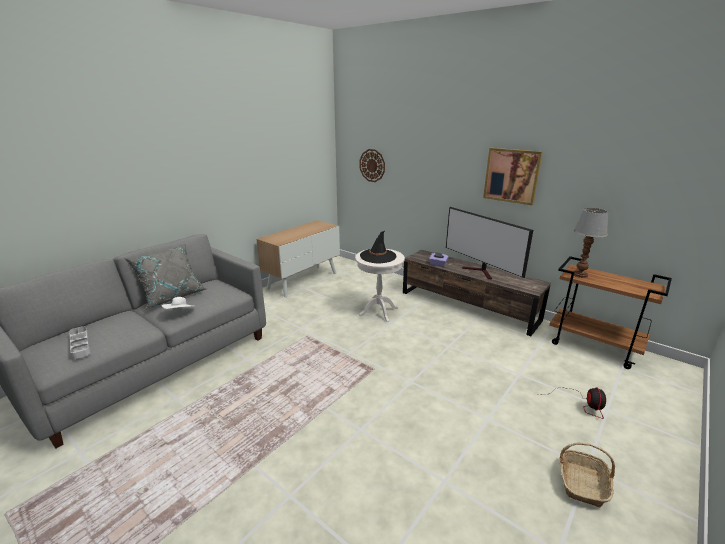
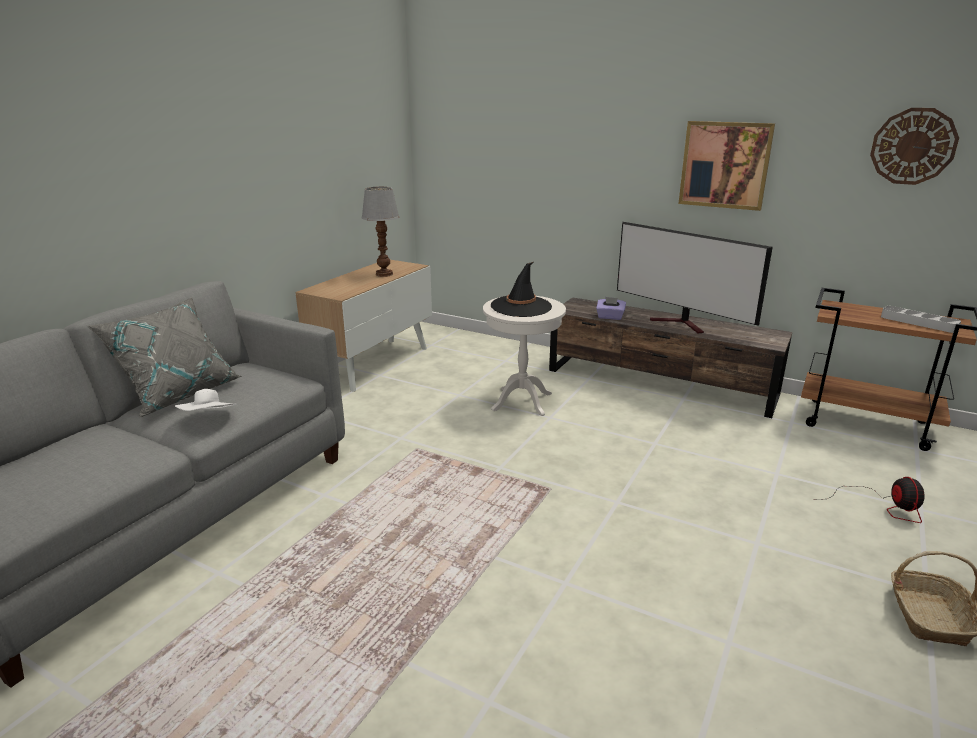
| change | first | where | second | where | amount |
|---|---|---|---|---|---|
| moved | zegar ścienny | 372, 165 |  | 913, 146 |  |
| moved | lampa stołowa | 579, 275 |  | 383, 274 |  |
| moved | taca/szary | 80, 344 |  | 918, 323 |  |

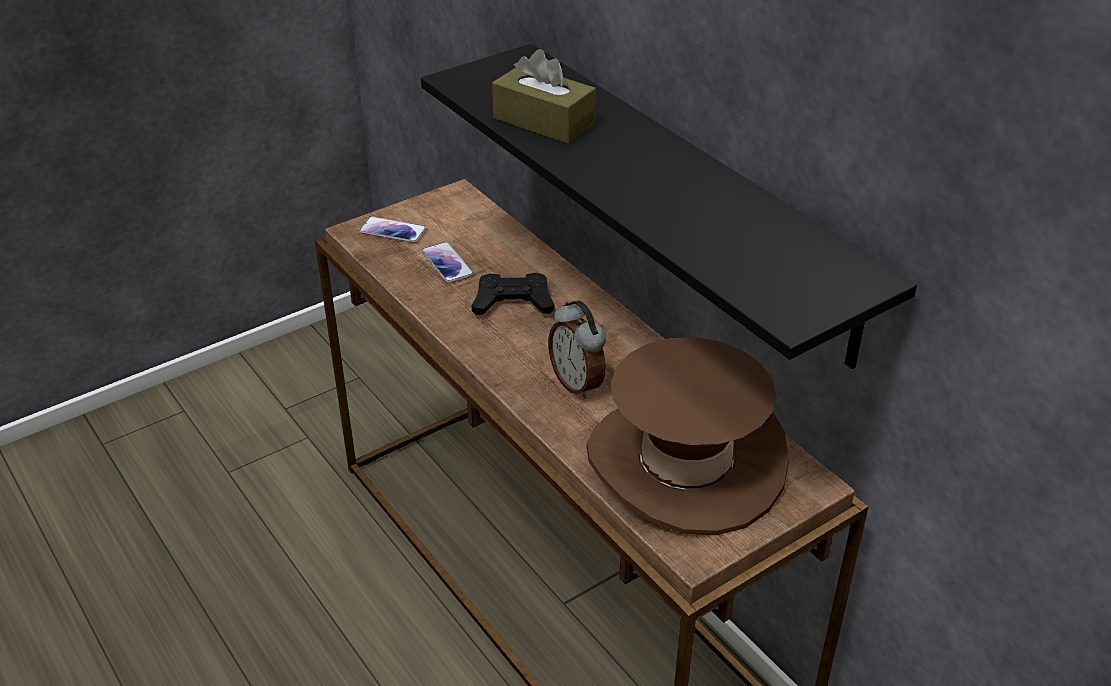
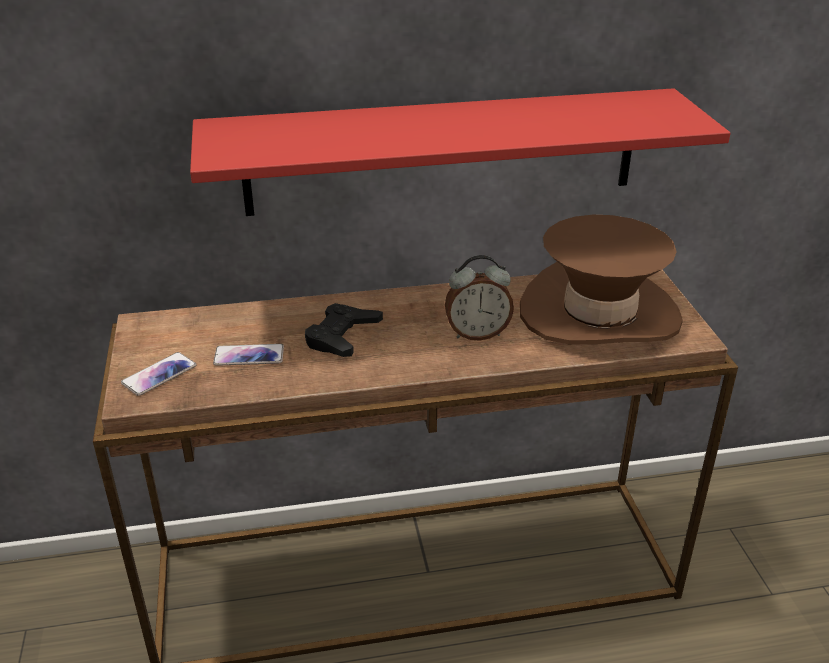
| change | first | where | second | where | amount |
|---|---|---|---|---|---|
| recoloured | półka/czarny | 691, 198 | półka/czerwony | 442, 152 |  |
| removed | pudełko chusteczek/brązowy | 544, 121 |  |  |  |

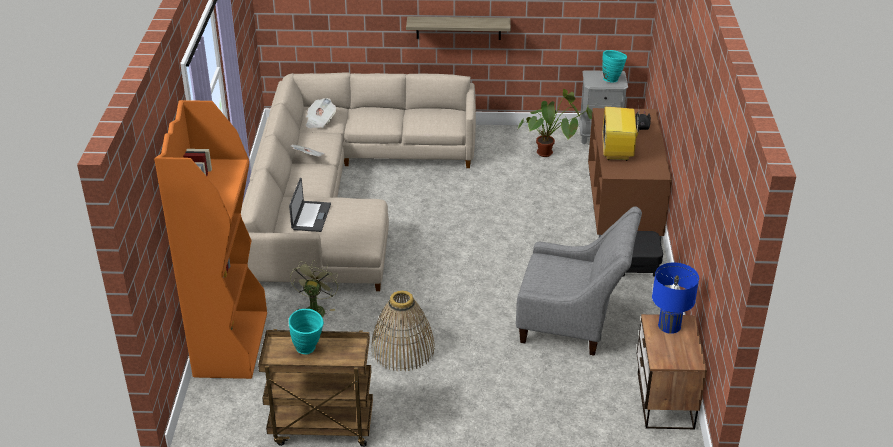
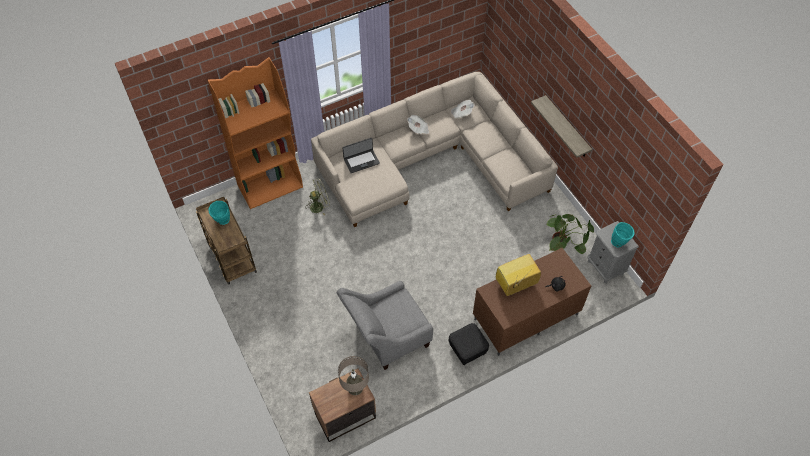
| change | first | where | second | where | amount |
|---|---|---|---|---|---|
| turned | fotel/szary | 573, 323 |  | 386, 338 | 75 degrees clockwise |
| recoloured | lampa stołowa/niebieski | 669, 326 | lampa stołowa/beżowy | 355, 387 |  |
| removed | koszyk | 403, 349 |  |  |  |

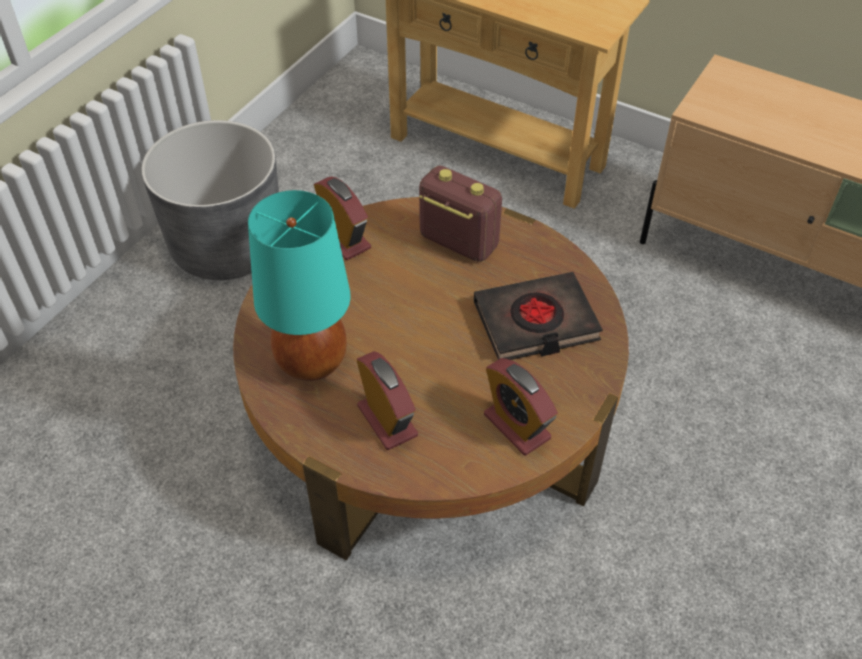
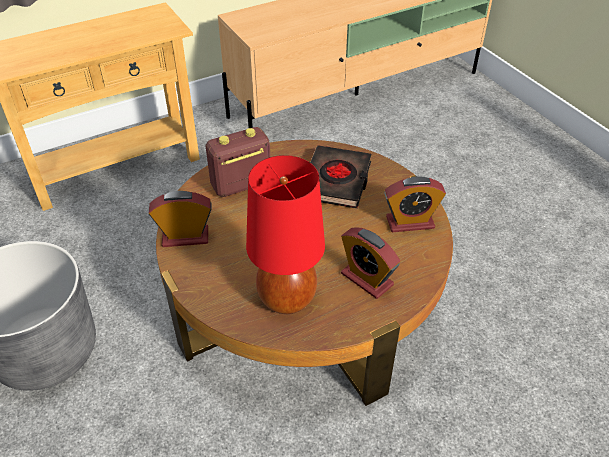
| change | first | where | second | where | amount |
|---|---|---|---|---|---|
| recoloured | lampa stołowa/turkusowy | 311, 361 | lampa stołowa/czerwony | 286, 298 |  |
| turned | budzik | 387, 421 |  | 367, 279 | 135 degrees counterclockwise |

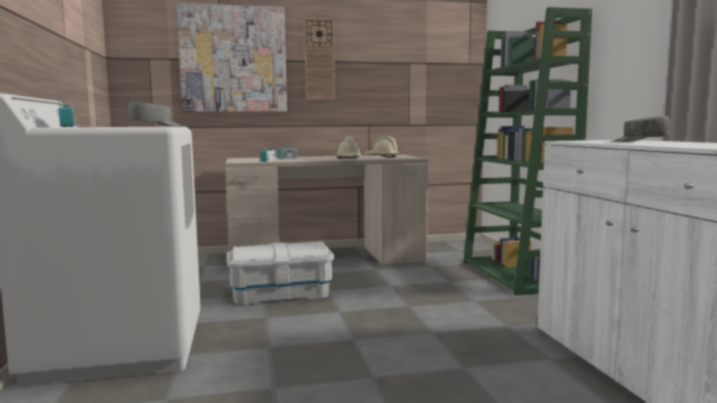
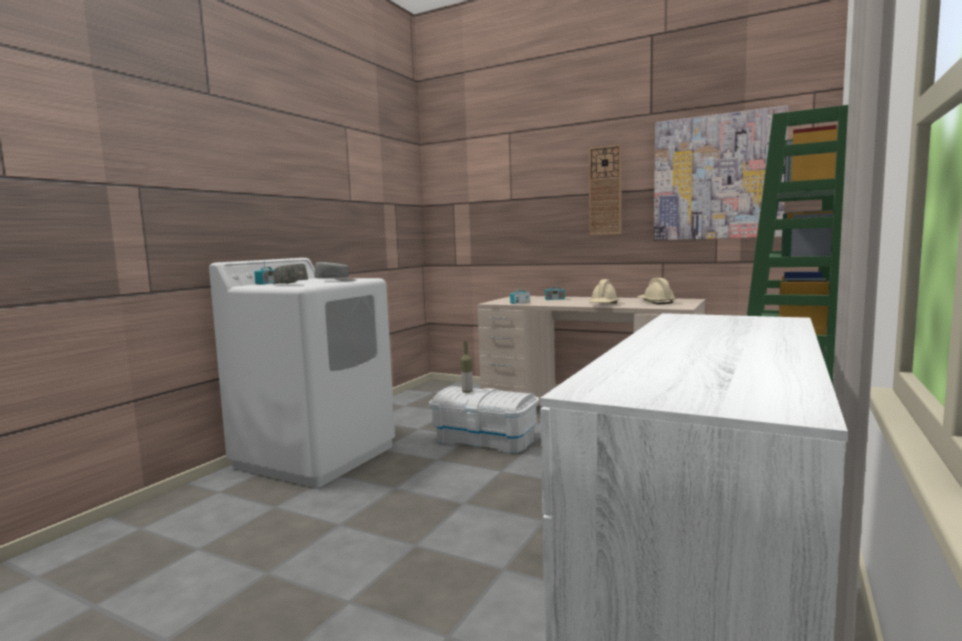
| change | first | where | second | where | amount |
|---|---|---|---|---|---|
| moved | obraz | 233, 59 |  | 717, 177 |  |
| moved | czapka z daszkiem/szary | 641, 141 |  | 289, 284 |  |
| added |  |  | butelka | 467, 391 |  |

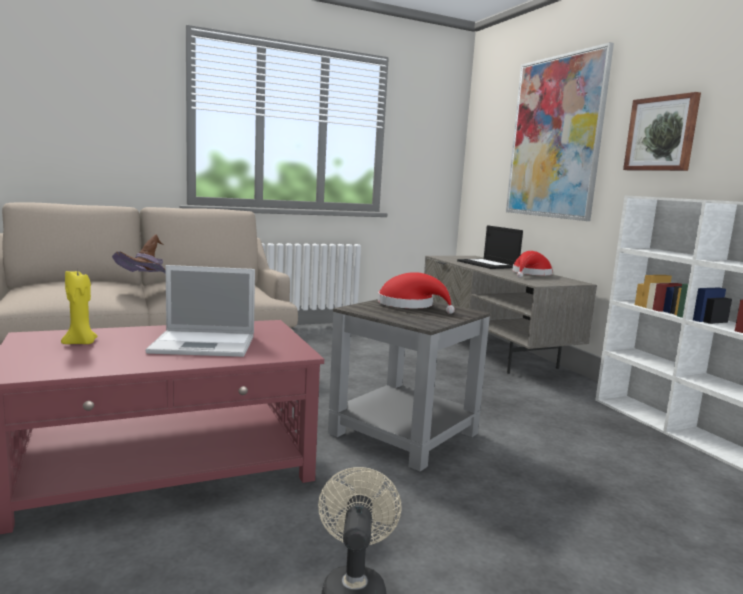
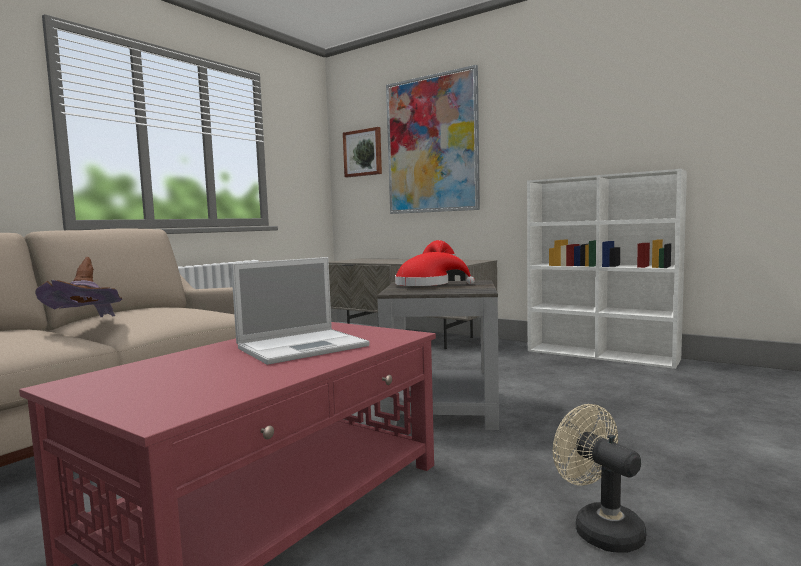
| change | first | where | second | where | amount |
|---|---|---|---|---|---|
| moved | obraz | 661, 134 |  | 363, 153 |  |
| removed | laptop | 488, 264 |  |  |  |
| removed | świeca/żółty | 81, 343 |  |  |  |

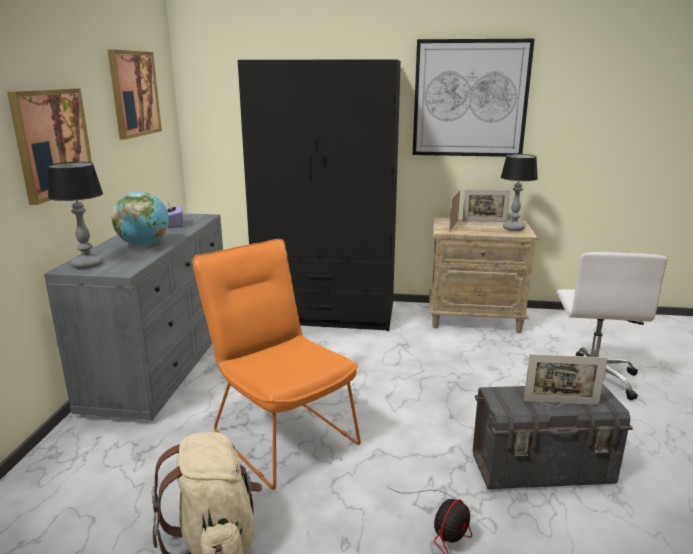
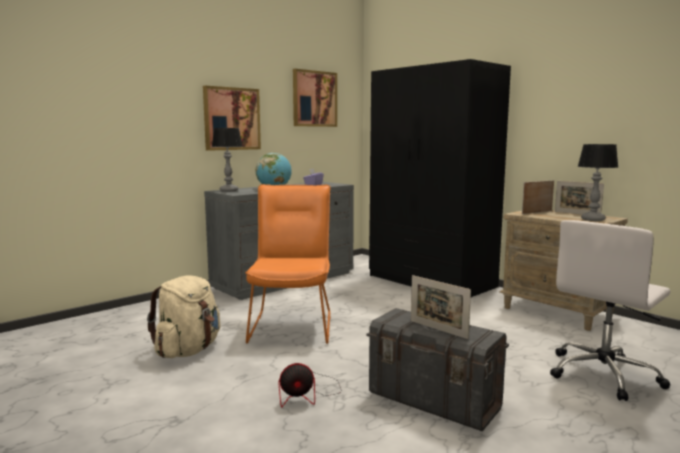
| change | first | where | second | where | amount |
|---|---|---|---|---|---|
| removed | obraz | 470, 99 |  |  |  |

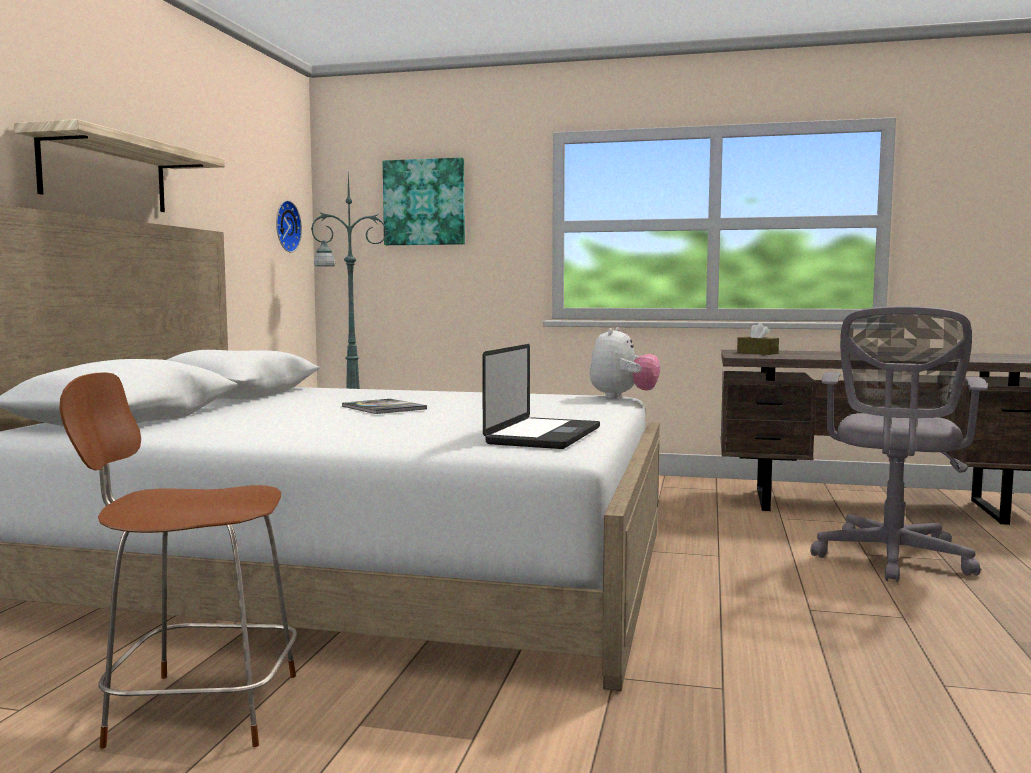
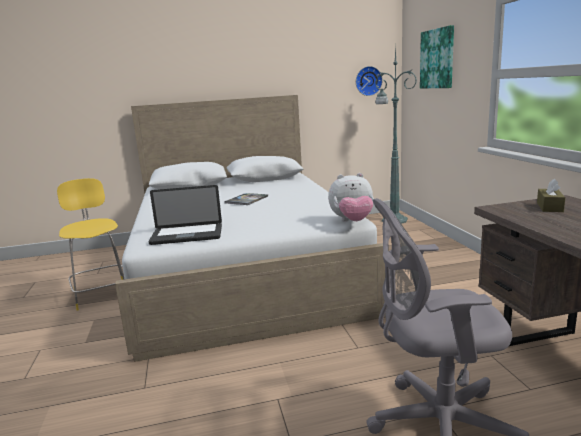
| change | first | where | second | where | amount |
|---|---|---|---|---|---|
| removed | półka | 105, 174 |  |  |  |
| recoloured | krzesło/brązowy | 198, 709 | krzesło/żółty | 101, 293 |  |

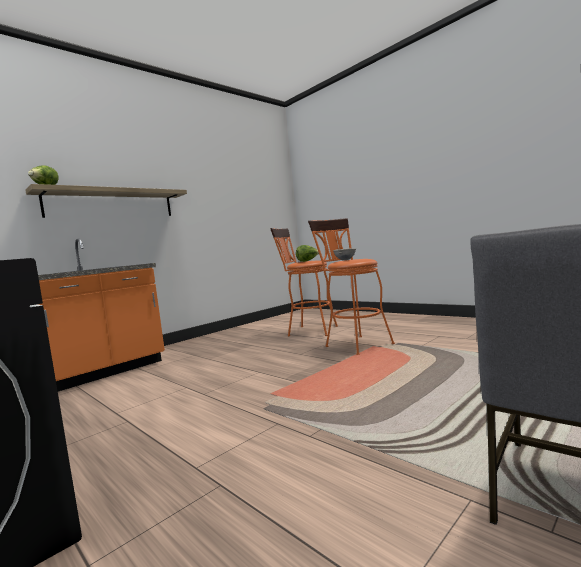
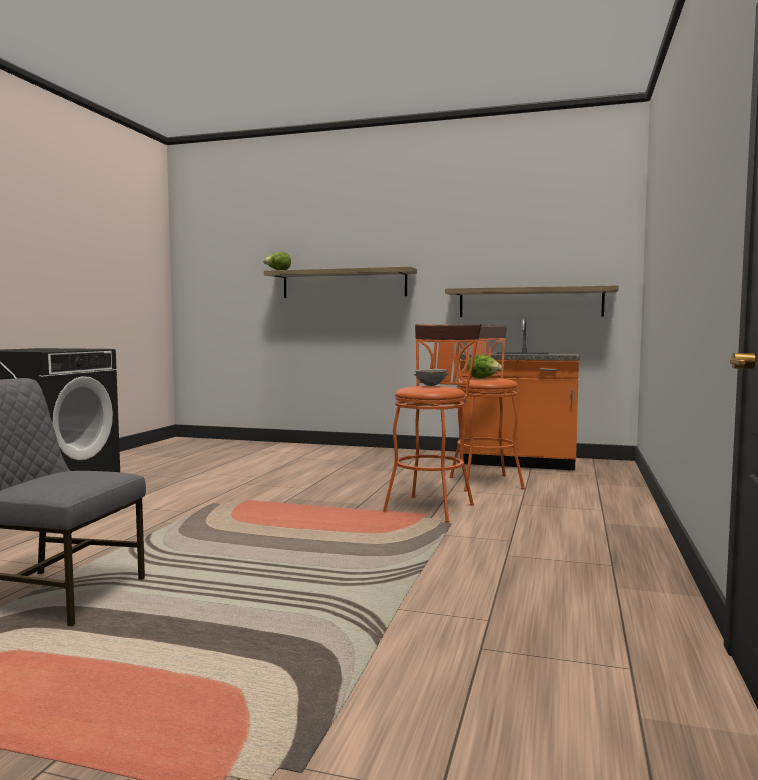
| change | first | where | second | where | amount |
|---|---|---|---|---|---|
| moved | zabudowa kuchenna/pomarańczowy | 103, 372 |  | 518, 462 |  |
| added |  |  | półka | 530, 302 |  |

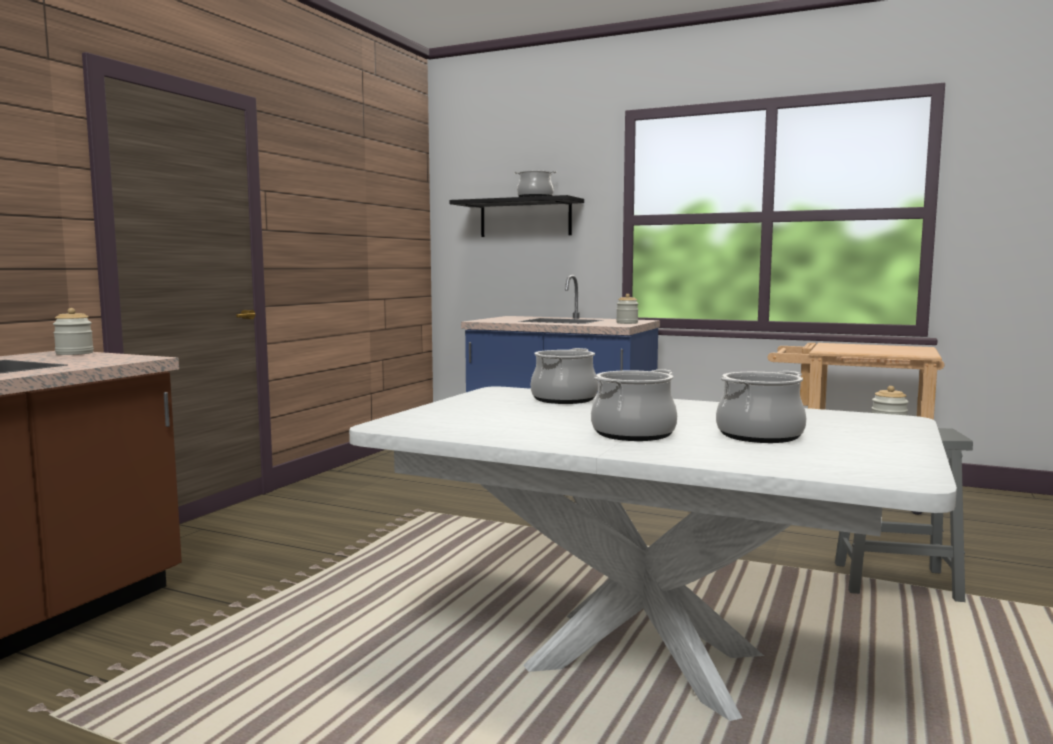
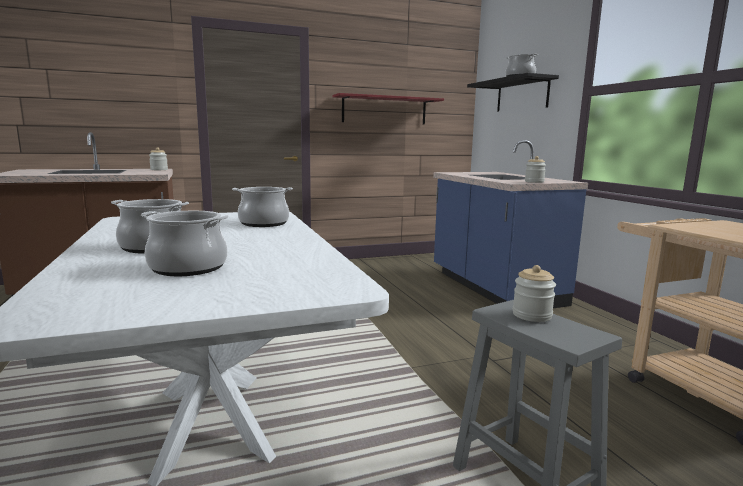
| change | first | where | second | where | amount |
|---|---|---|---|---|---|
| added |  |  | półka/czerwony | 384, 110 |  |

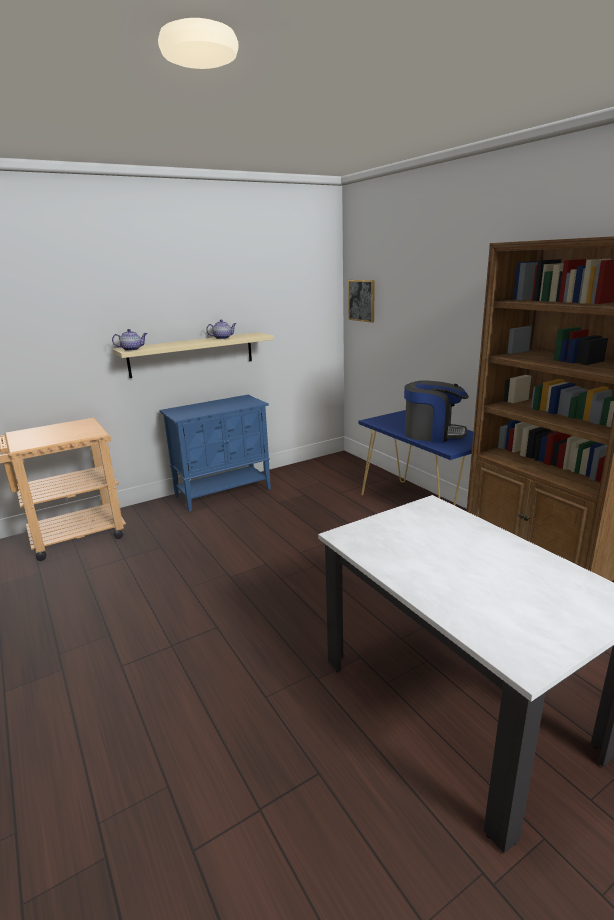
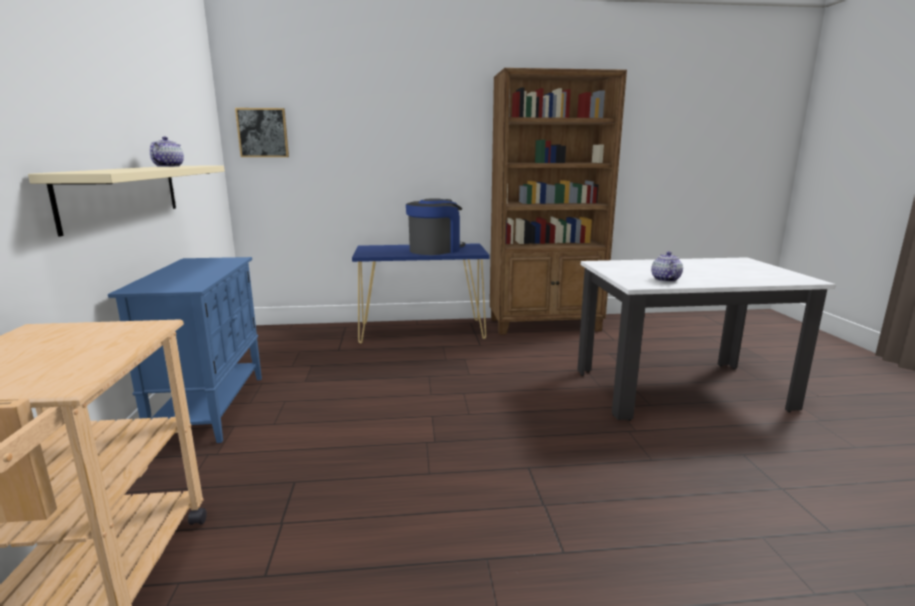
| change | first | where | second | where | amount |
|---|---|---|---|---|---|
| moved | imbryk | 132, 349 |  | 665, 279 |  |

